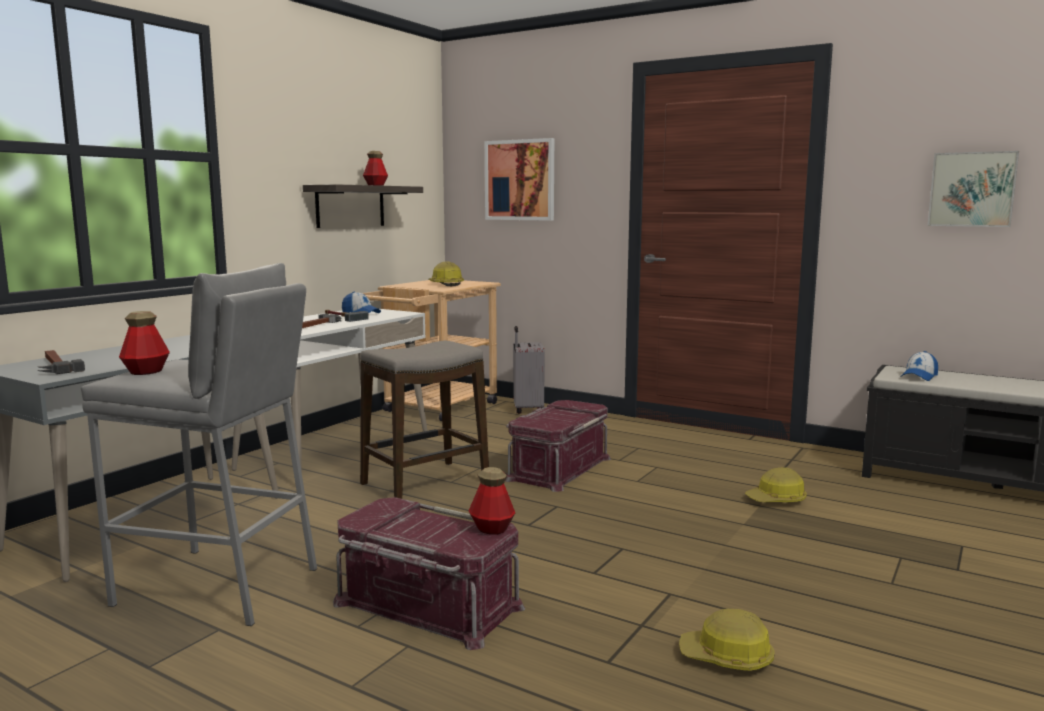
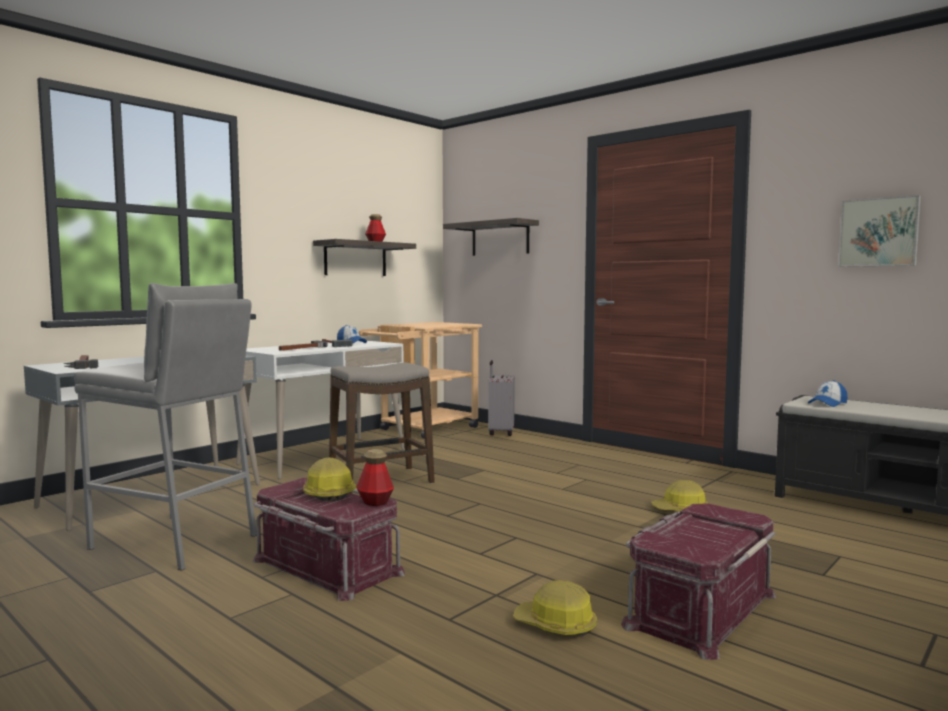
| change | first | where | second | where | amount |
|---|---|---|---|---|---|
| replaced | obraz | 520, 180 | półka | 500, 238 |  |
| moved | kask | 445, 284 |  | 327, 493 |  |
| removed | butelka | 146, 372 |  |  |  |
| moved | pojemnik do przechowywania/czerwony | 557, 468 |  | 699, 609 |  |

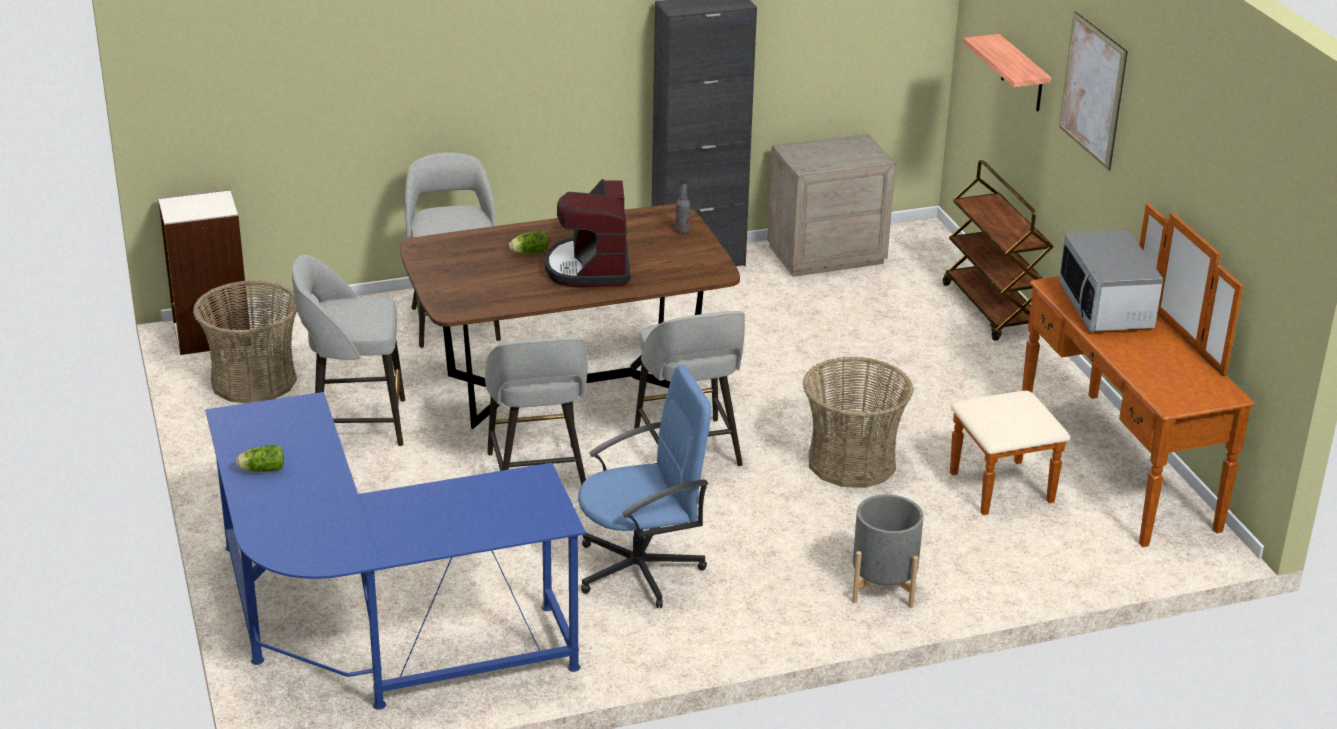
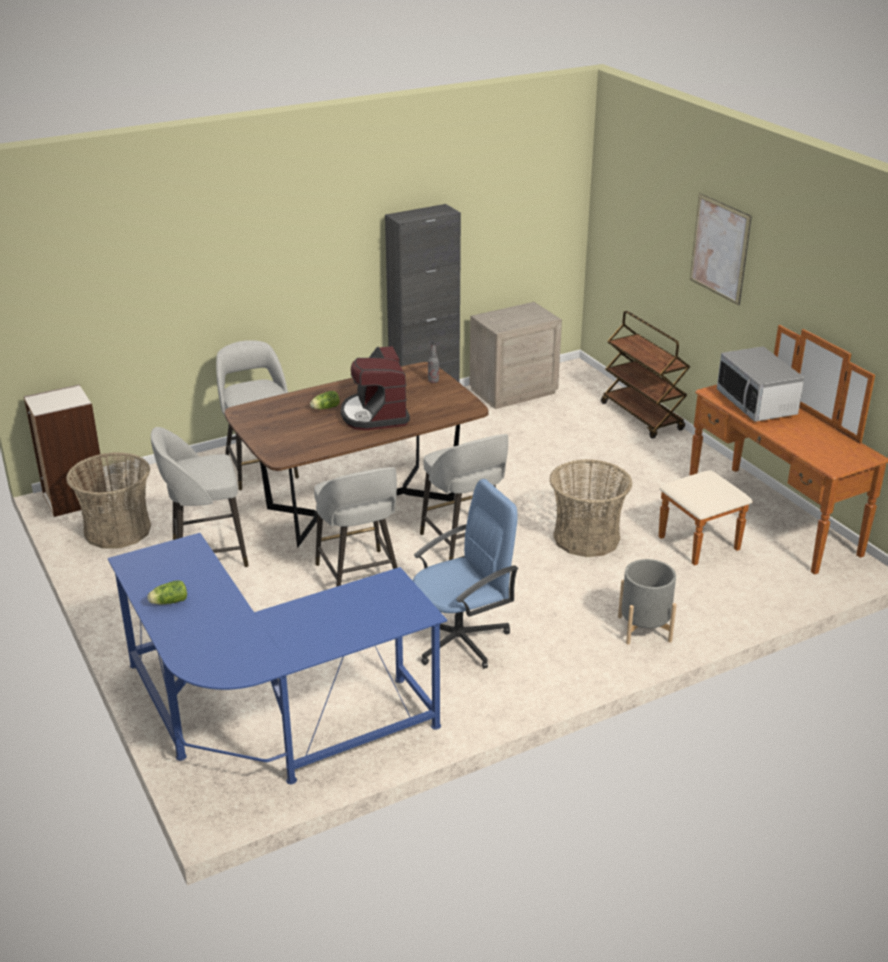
| change | first | where | second | where | amount |
|---|---|---|---|---|---|
| removed | półka | 1022, 75 |  |  |  |

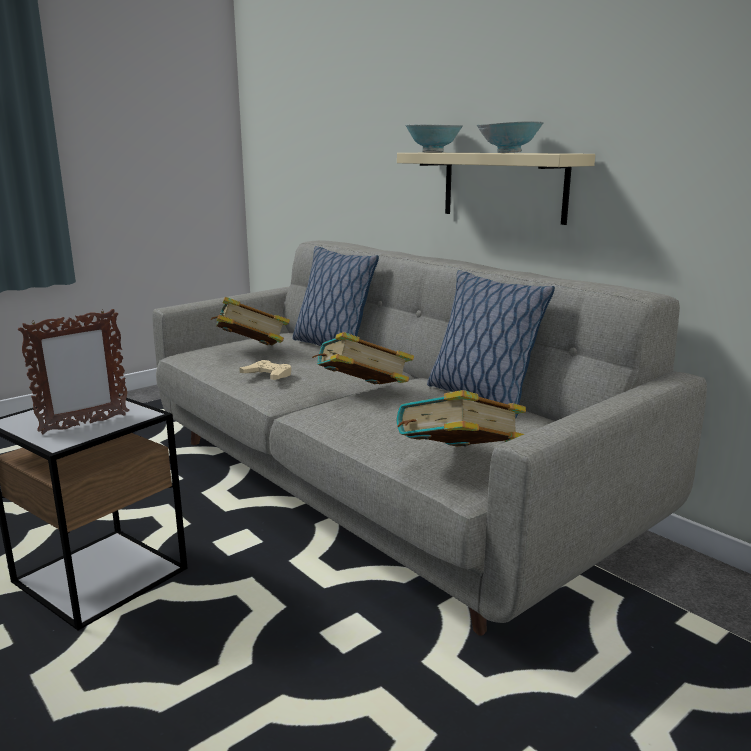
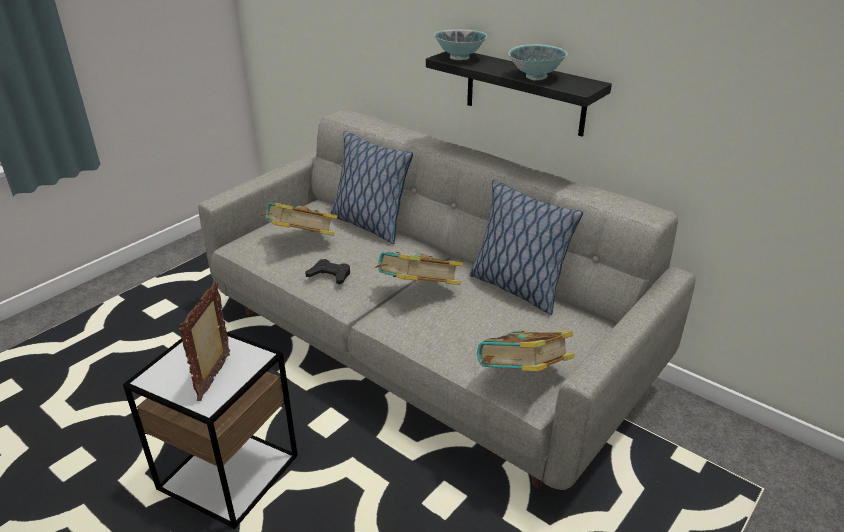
| change | first | where | second | where | amount |
|---|---|---|---|---|---|
| recoloured | półka/beżowy | 503, 186 | półka/czarny | 525, 92 |  |
| turned | ramka na zdjęcie | 84, 424 |  | 215, 377 | 150 degrees clockwise |
| recoloured | pad do gier/beżowy | 267, 375 | pad do gier/czarny | 330, 275 |  |

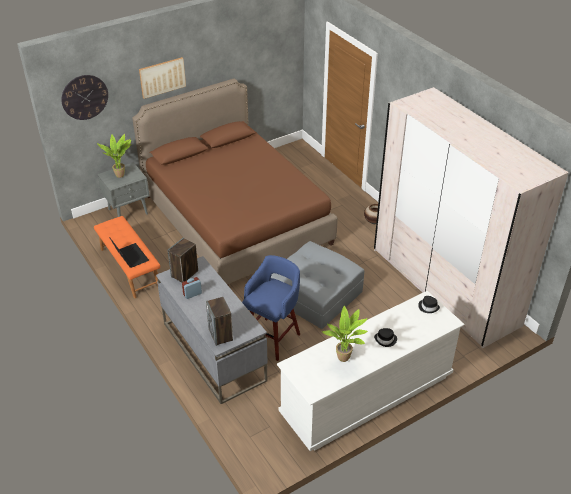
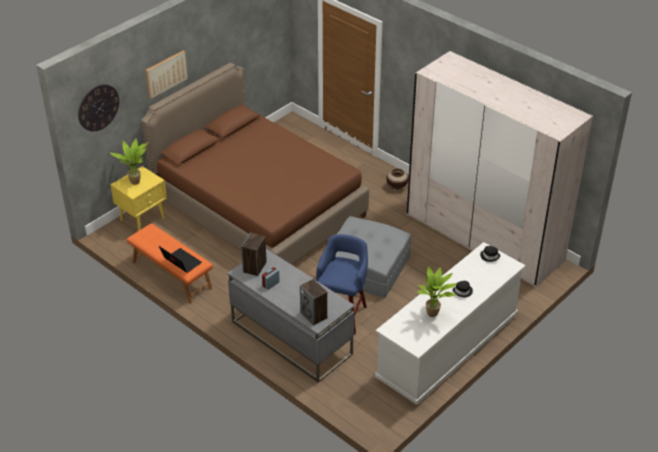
| change | first | where | second | where | amount |
|---|---|---|---|---|---|
| recoloured | szafka nocna/szary | 128, 211 | szafka nocna/żółty | 143, 218 |  |

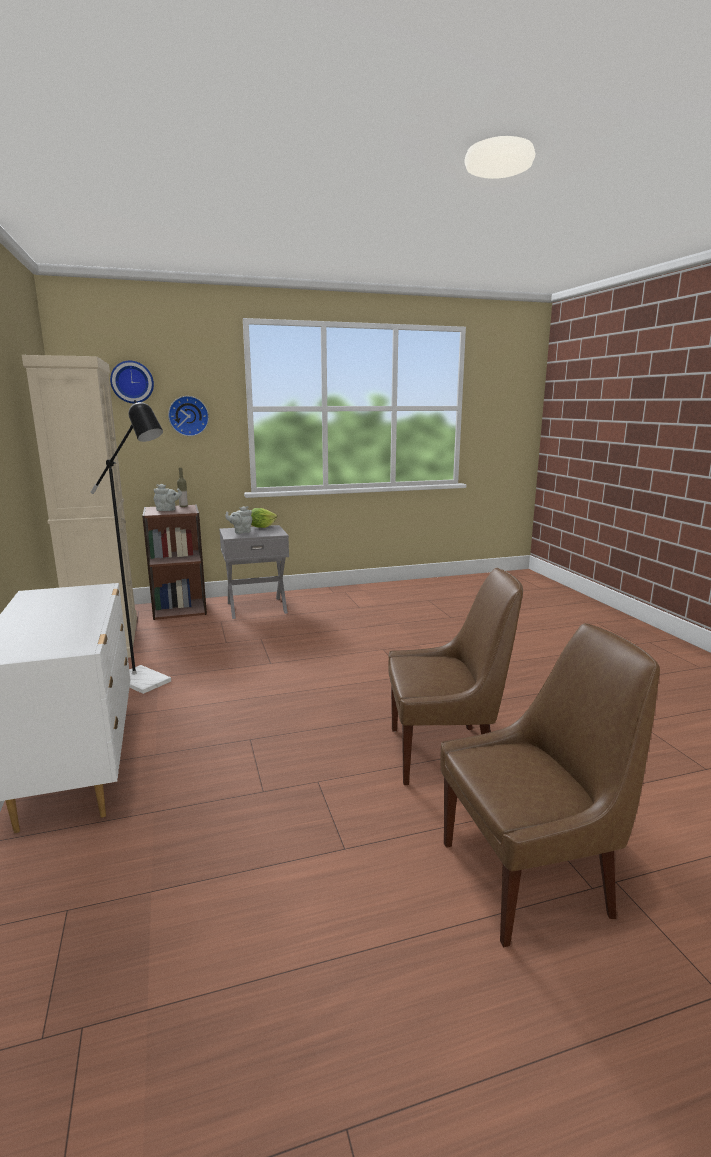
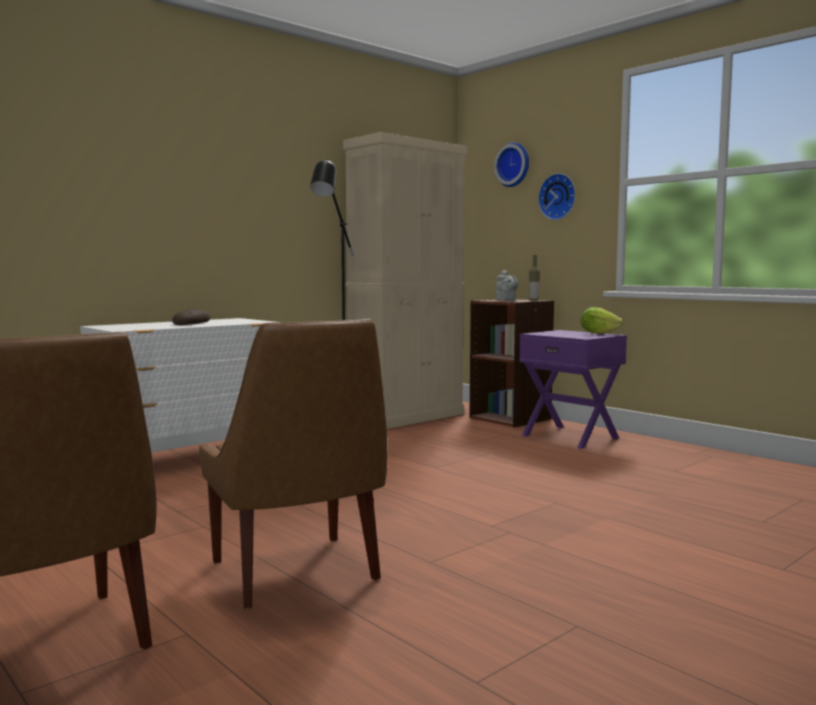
| change | first | where | second | where | amount |
|---|---|---|---|---|---|
| removed | imbryk/szary | 241, 532 |  |  |  |
| recoloured | szafka nocna/szary | 256, 607 | szafka nocna/fioletowy | 571, 436 |  |
| added |  |  | chleb | 191, 323 |  |

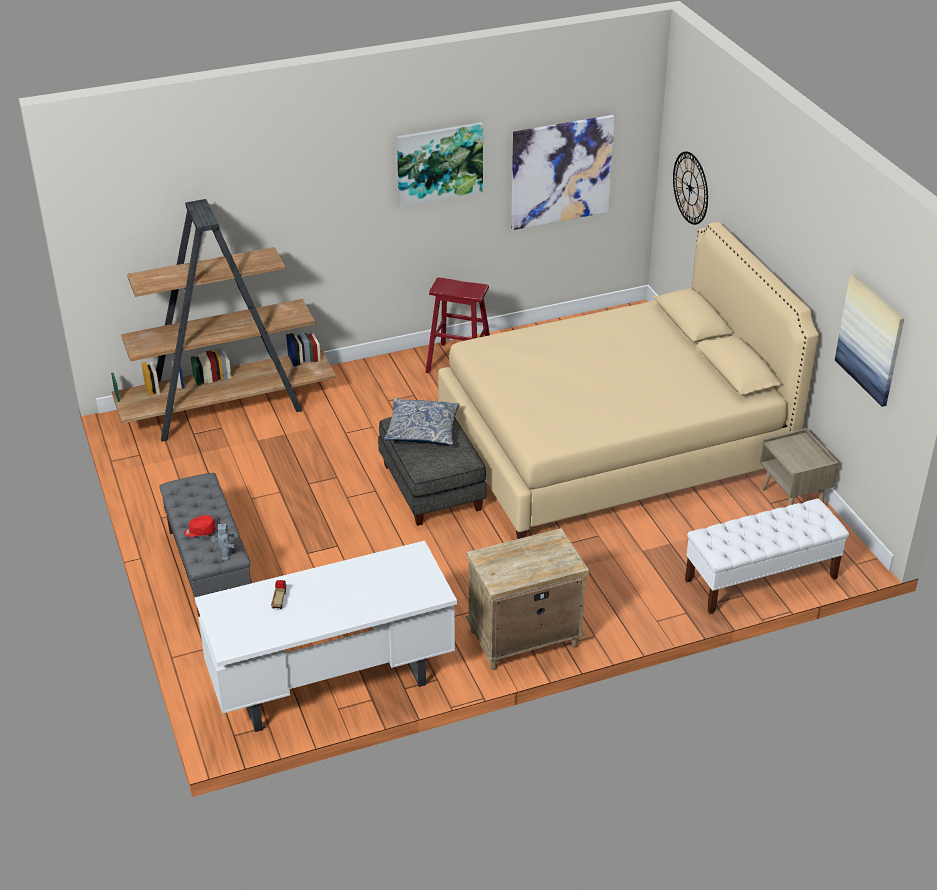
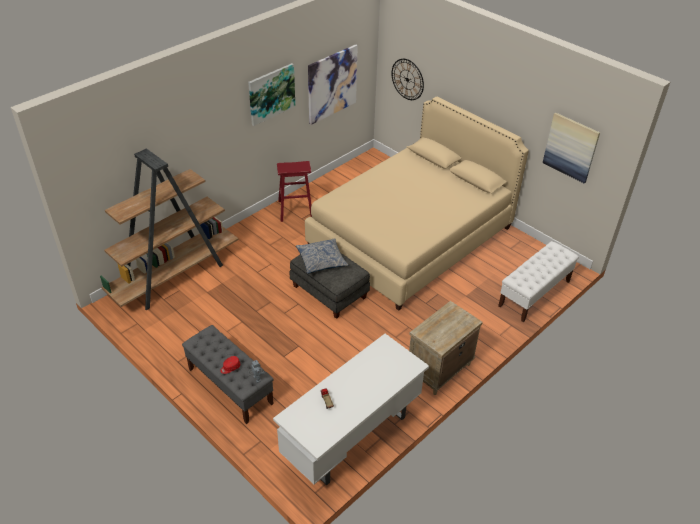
| change | first | where | second | where | amount |
|---|---|---|---|---|---|
| removed | szafka nocna/beżowy | 793, 500 |  |  |  |

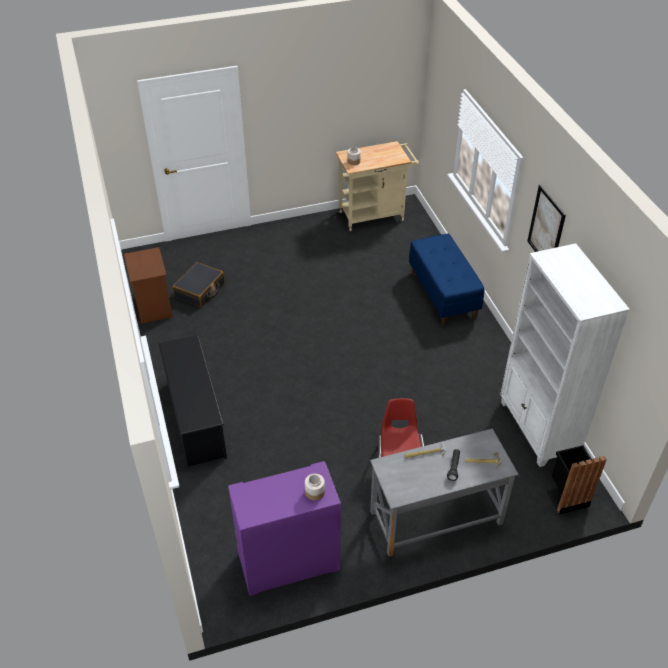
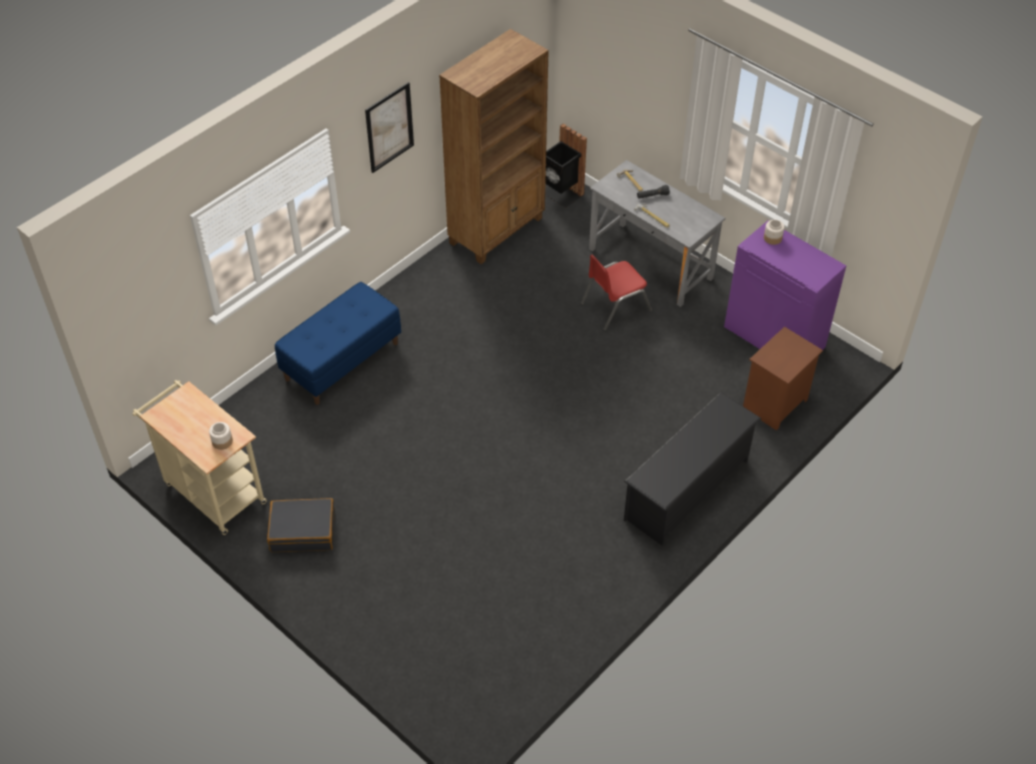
| change | first | where | second | where | amount |
|---|---|---|---|---|---|
| recoloured | regał/biały | 538, 429 | regał/brązowy | 497, 230 |  |
| moved | szafka nocna/brązowy | 152, 307 |  | 775, 405 |  |
| moved | walizka/czarny | 200, 290 |  | 303, 531 |  |

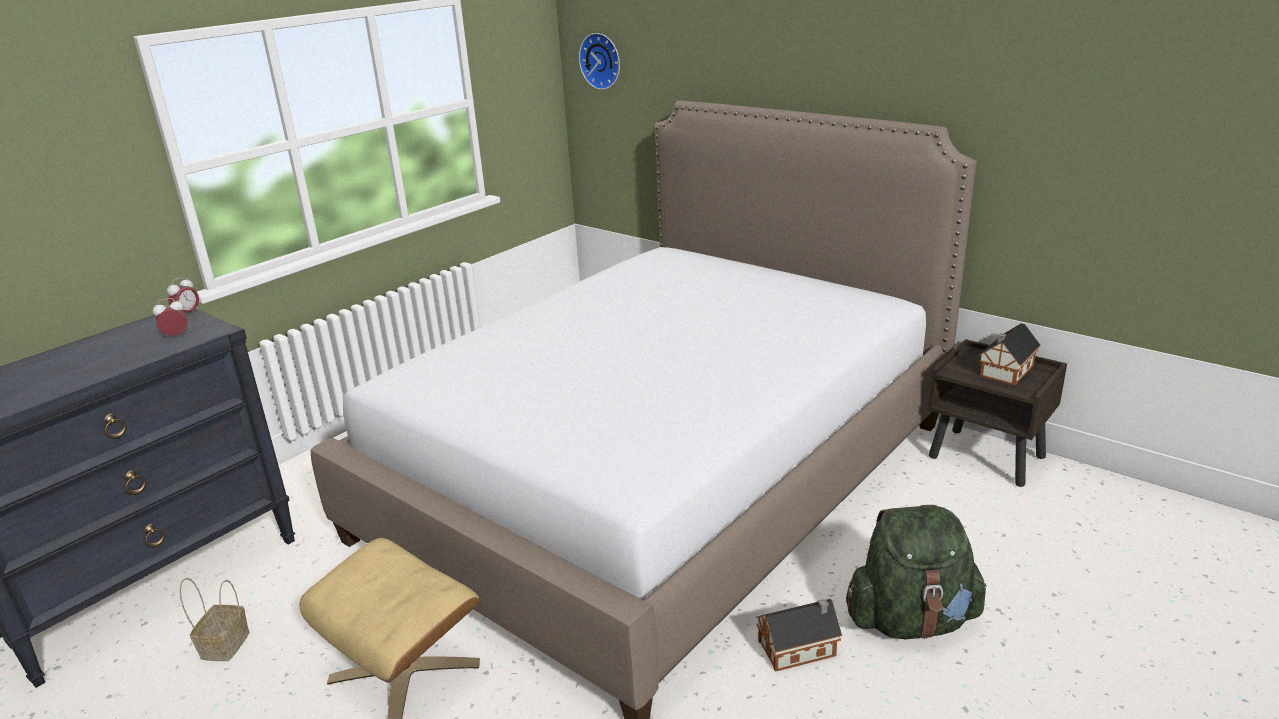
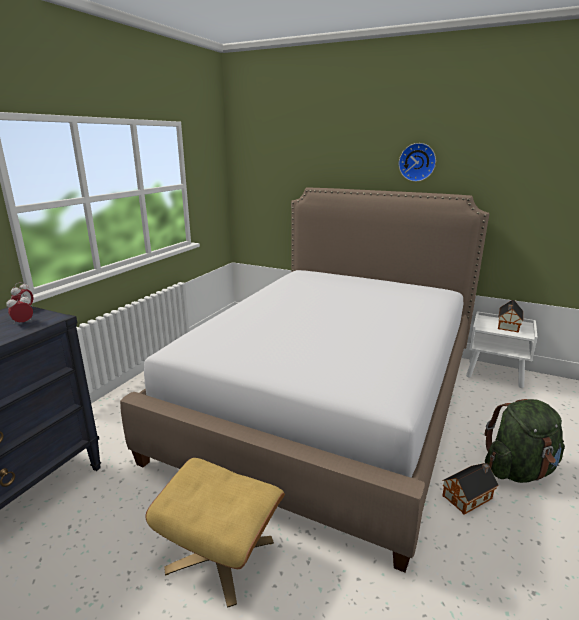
| change | first | where | second | where | amount |
|---|---|---|---|---|---|
| moved | zegar ścienny | 602, 61 |  | 417, 162 |  |
| recoloured | szafka nocna/brązowy | 988, 457 | szafka nocna/biały | 495, 374 |  |
| removed | koszyk | 225, 644 |  |  |  |

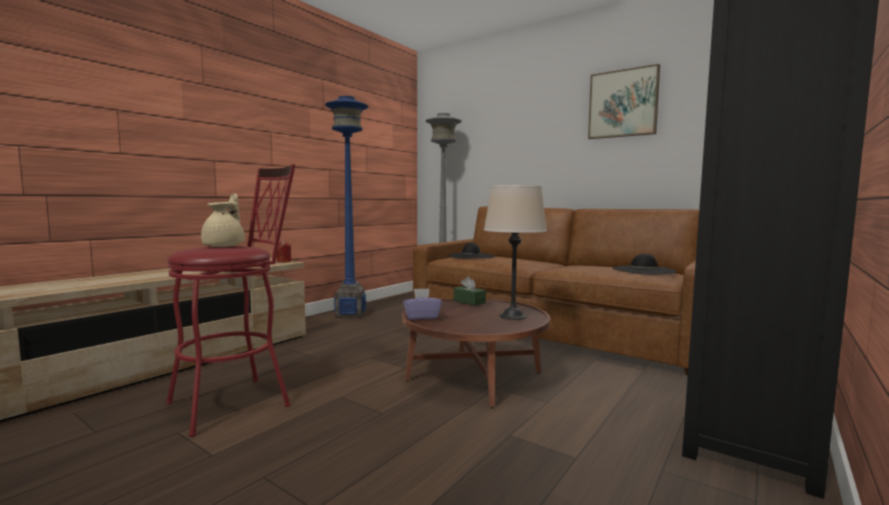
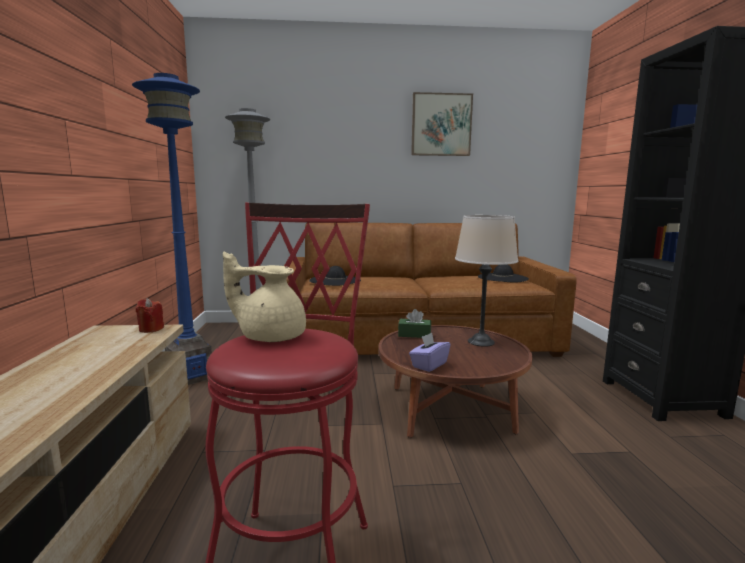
| change | first | where | second | where | amount |
|---|---|---|---|---|---|
| turned | imbryk/beżowy | 225, 246 |  | 270, 336 | 45 degrees counterclockwise |

